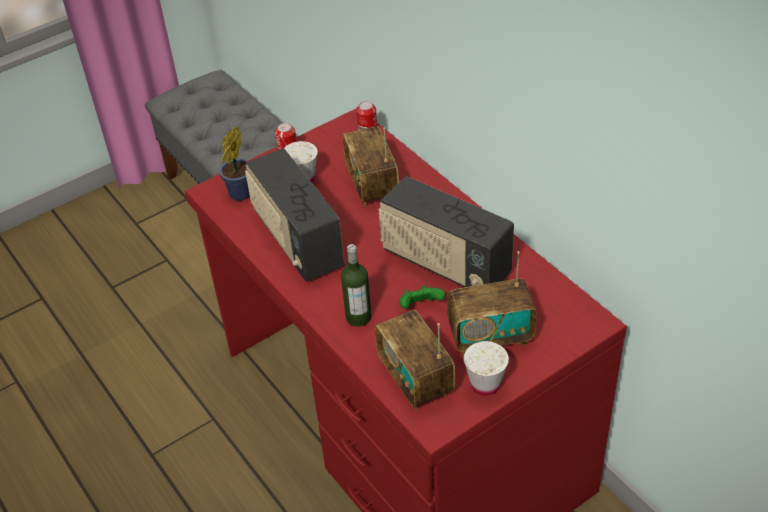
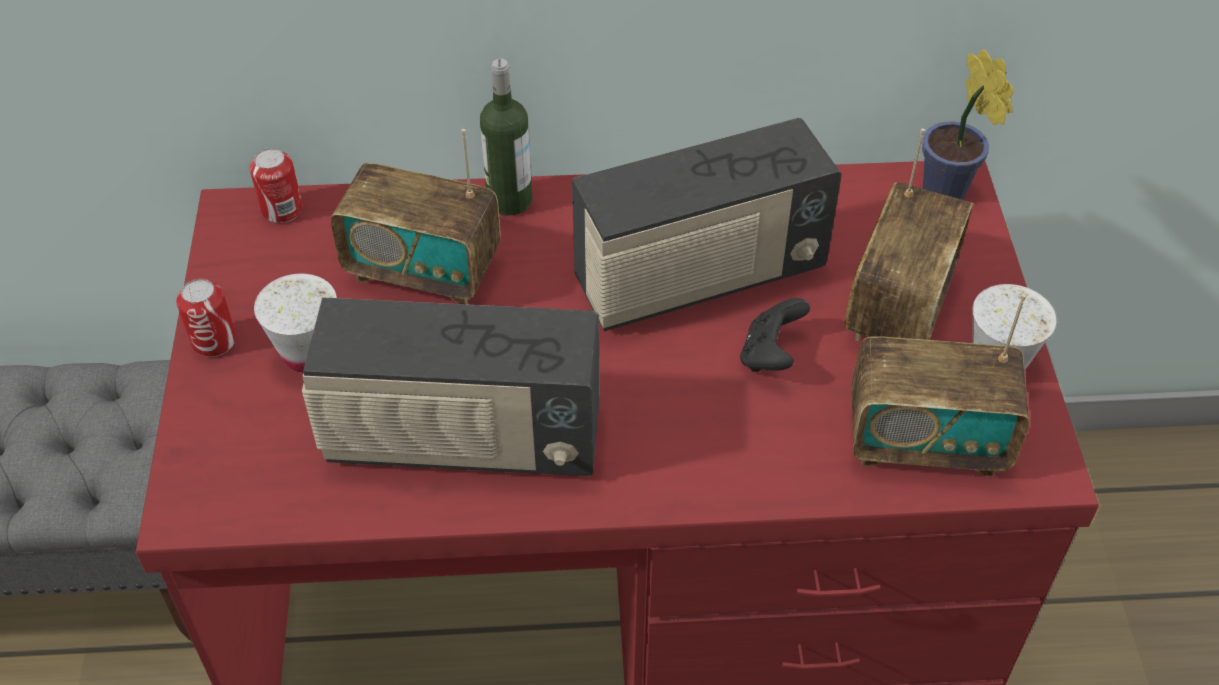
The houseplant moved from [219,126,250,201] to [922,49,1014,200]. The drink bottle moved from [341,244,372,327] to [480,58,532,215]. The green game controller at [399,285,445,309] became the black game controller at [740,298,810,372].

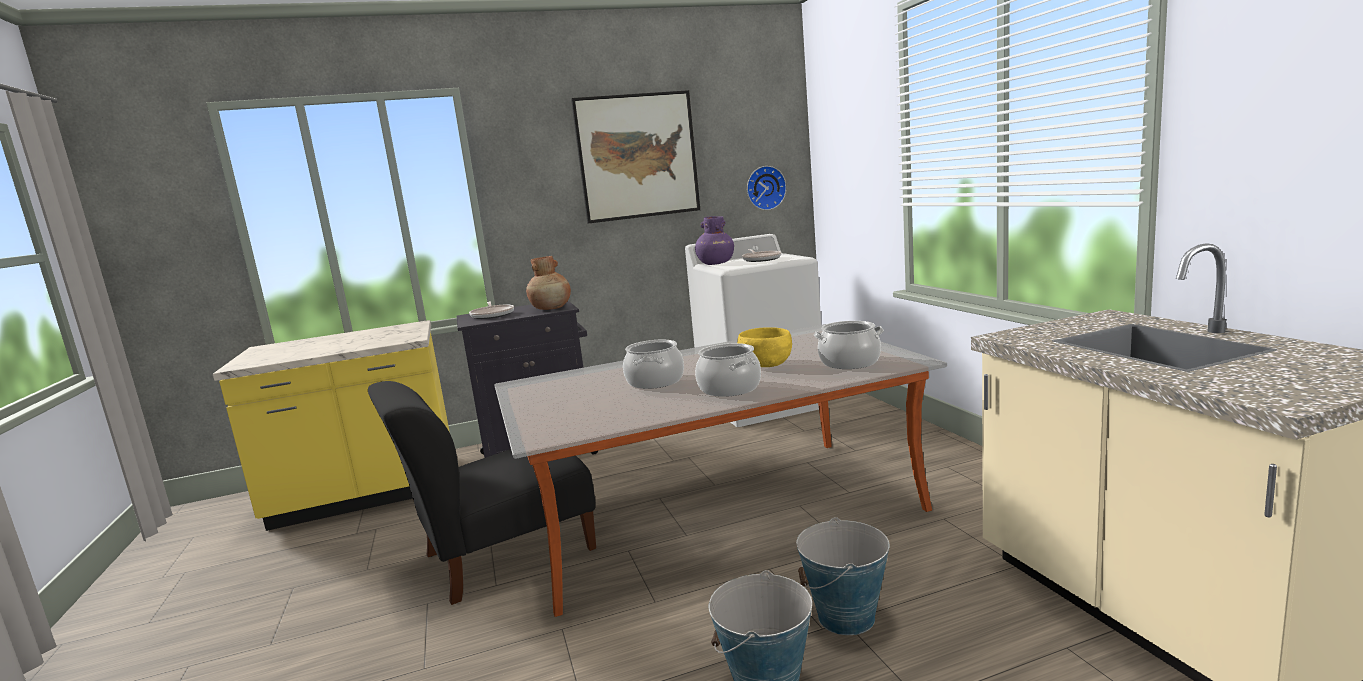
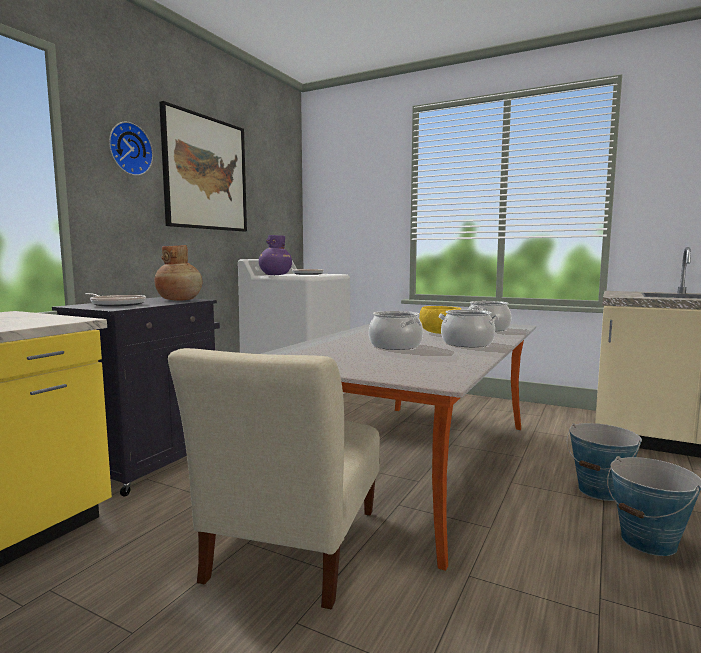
The hanging clock moved from [747,166,787,210] to [109,122,153,176]. The black chair at [368,381,596,605] became the sand-coloured chair at [168,348,380,609].

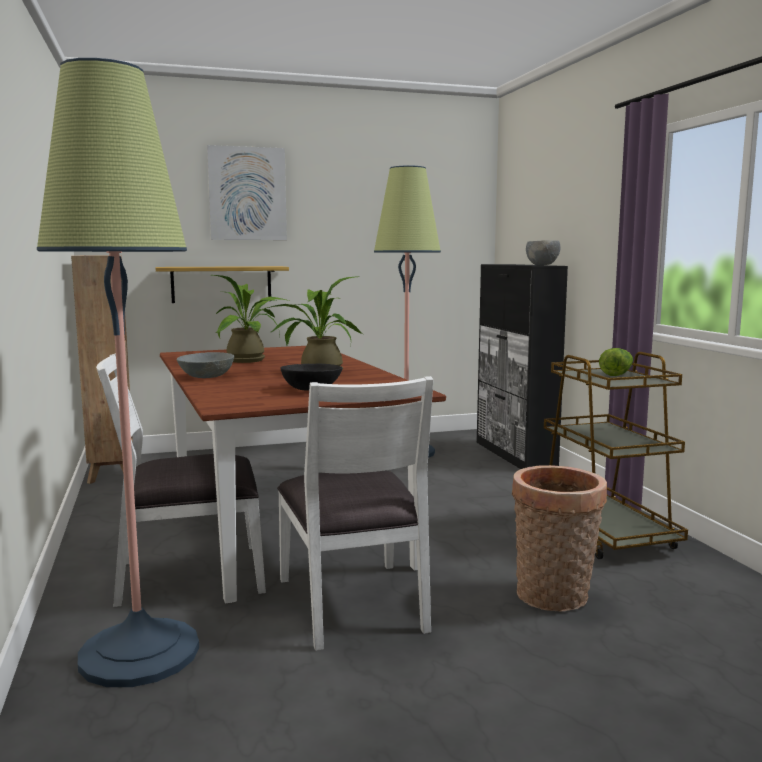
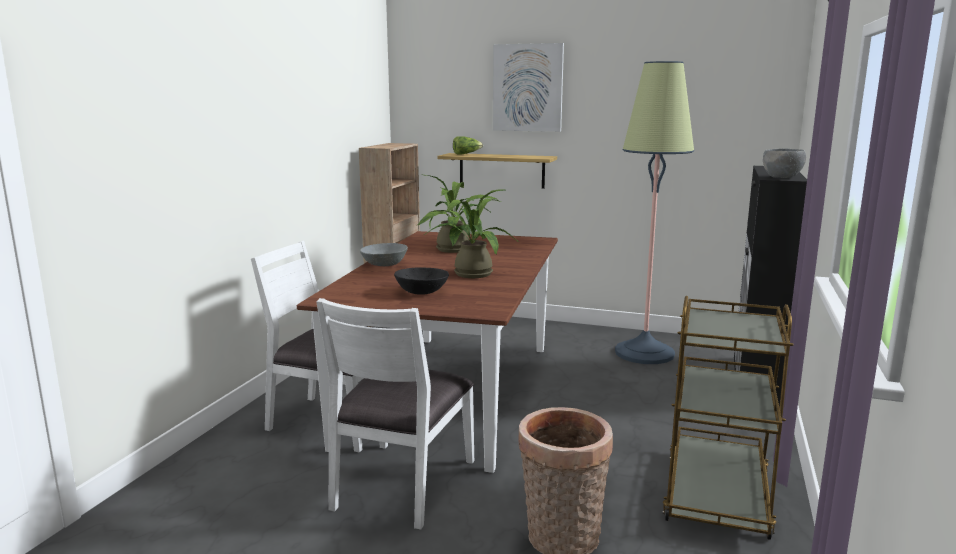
The standing lamp at [37,58,199,687] disappeared. The lettuce moved from [599,348,633,376] to [453,137,483,154].

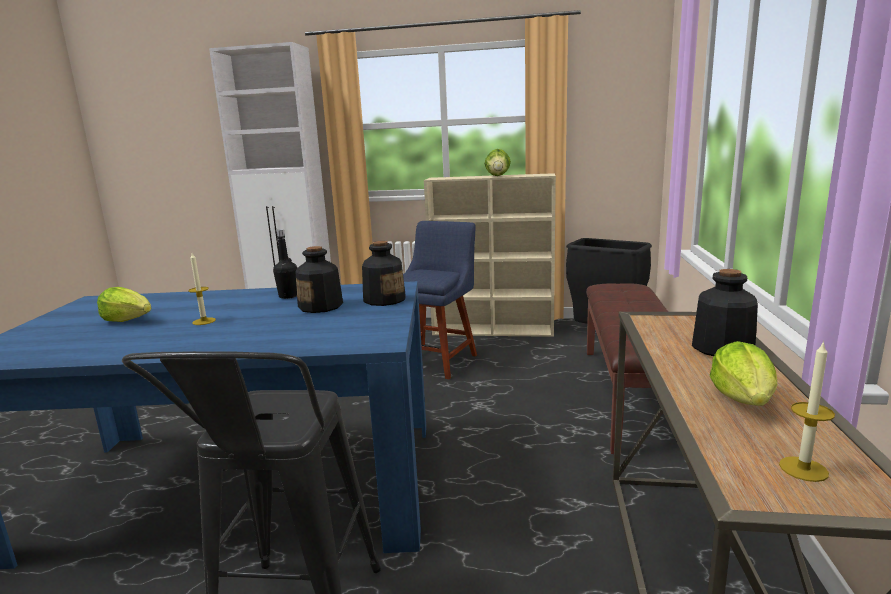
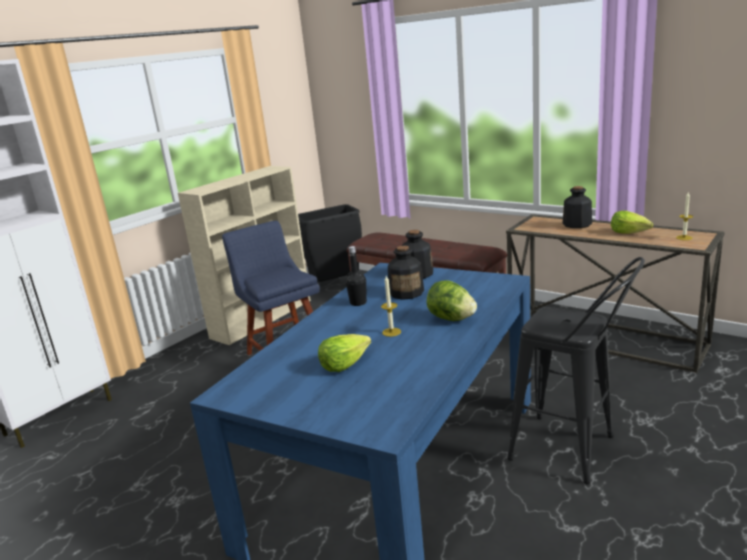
The lettuce moved from [485,149,511,176] to [427,280,477,321].

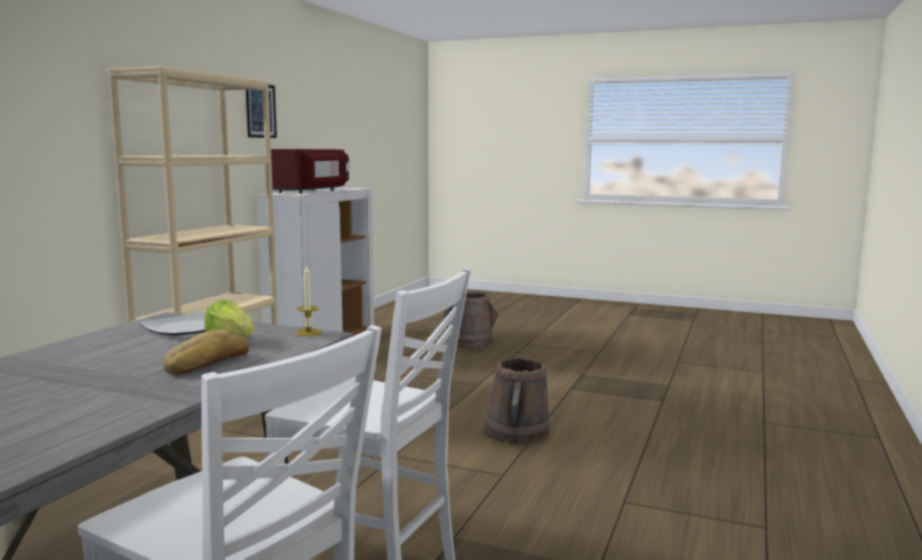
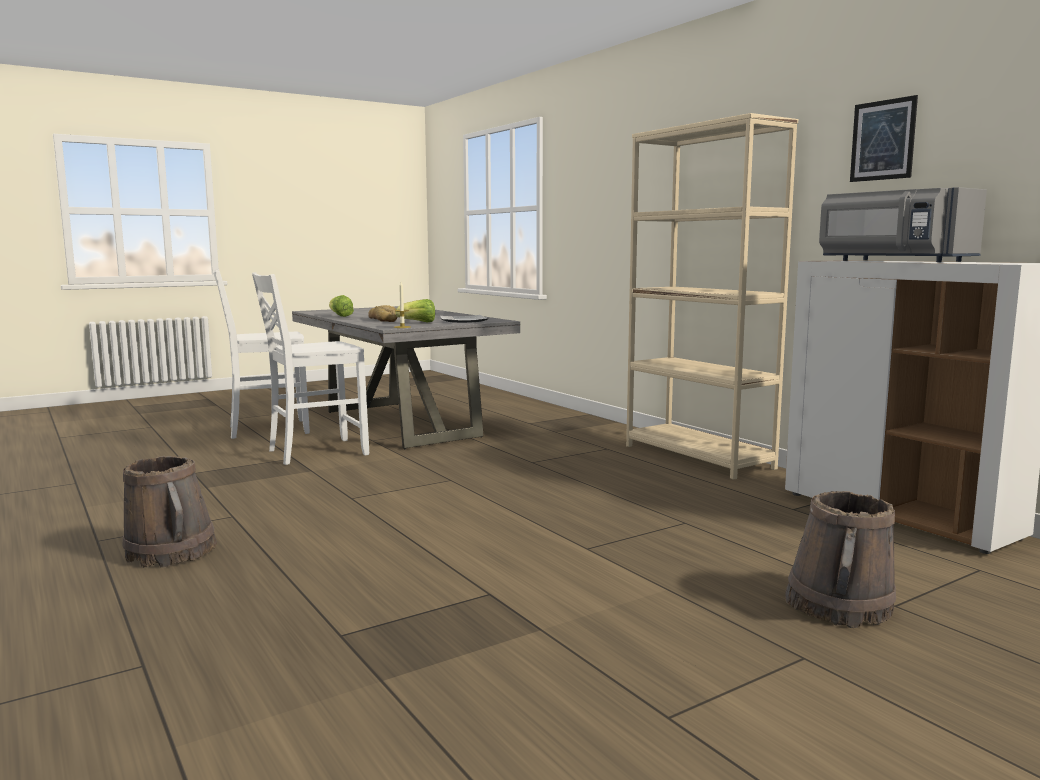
The lettuce at [329,295,354,317] appeared. The brownish water bucket moved from [482,358,550,446] to [123,456,217,568]. The red-coloured microwave oven at [271,149,349,194] became the grey microwave oven at [819,187,987,262].

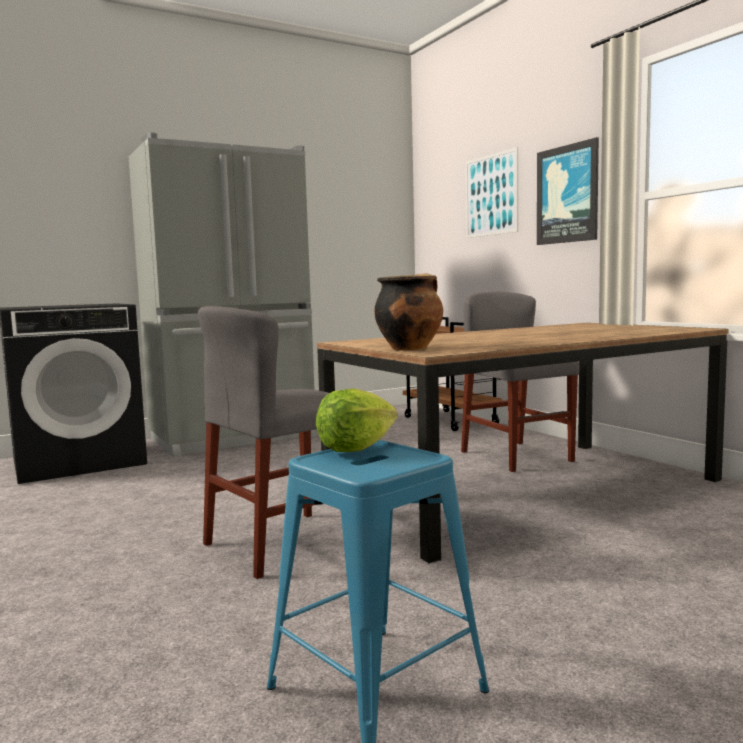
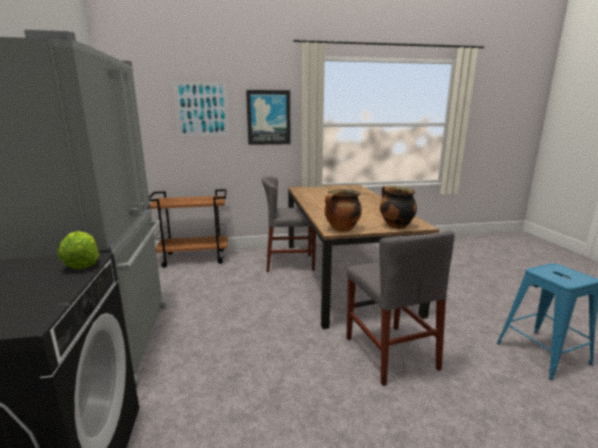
The saucepot at [324,189,362,232] appeared. The lettuce moved from [316,388,397,452] to [58,231,99,269].

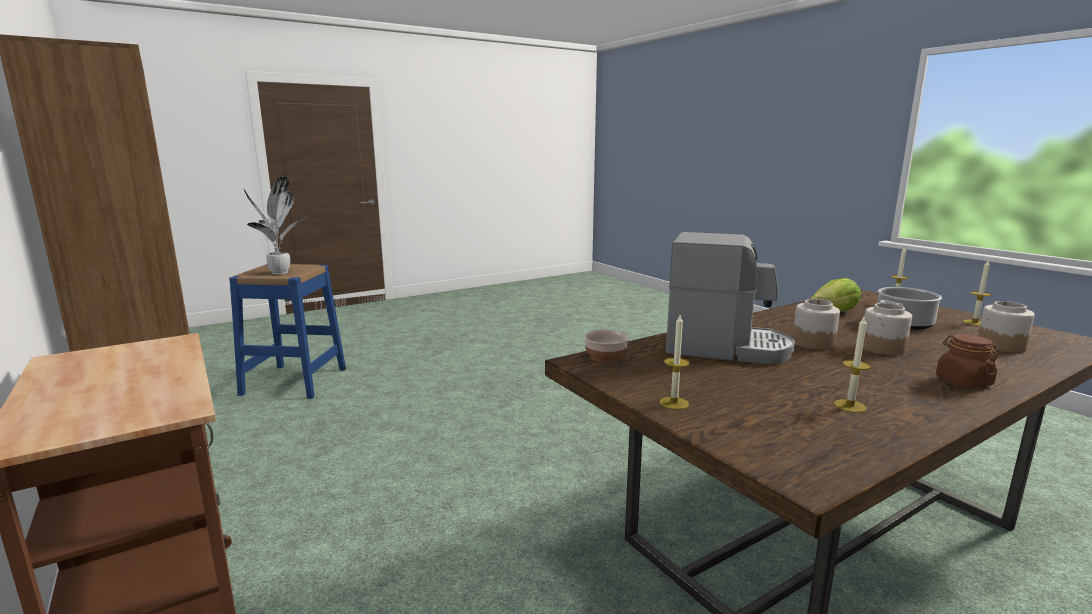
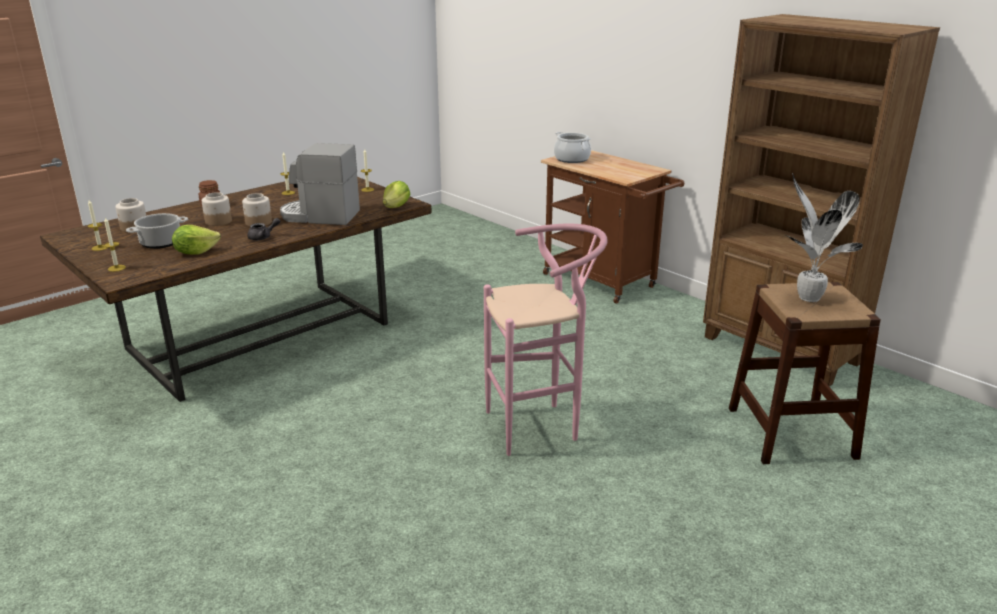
The grey teapot at [247,218,280,240] appeared. The pinkish stool at [484,224,608,456] appeared. The saucepot at [554,132,591,163] appeared. The serving bowl at [584,330,629,362] was replaced by the lettuce at [383,181,411,208]. The blue stool at [229,264,346,399] became the brownish stool at [729,282,881,464].

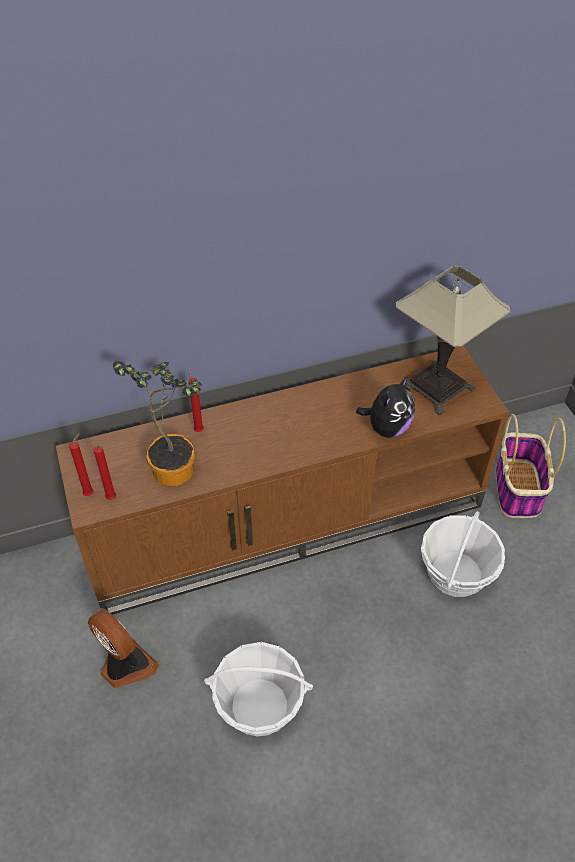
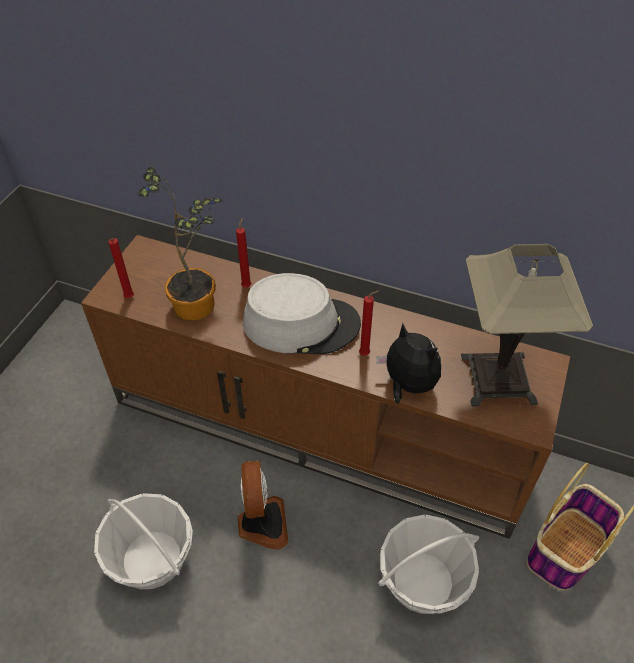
The grey clothing hat at [243,273,361,354] appeared. The red-coloured wax candle moved from [69,433,94,496] to [359,290,380,356]. The cooling fan moved from [88,608,159,688] to [238,461,288,550]. The plush toy at [356,376,415,438] turned 120 degrees counterclockwise.

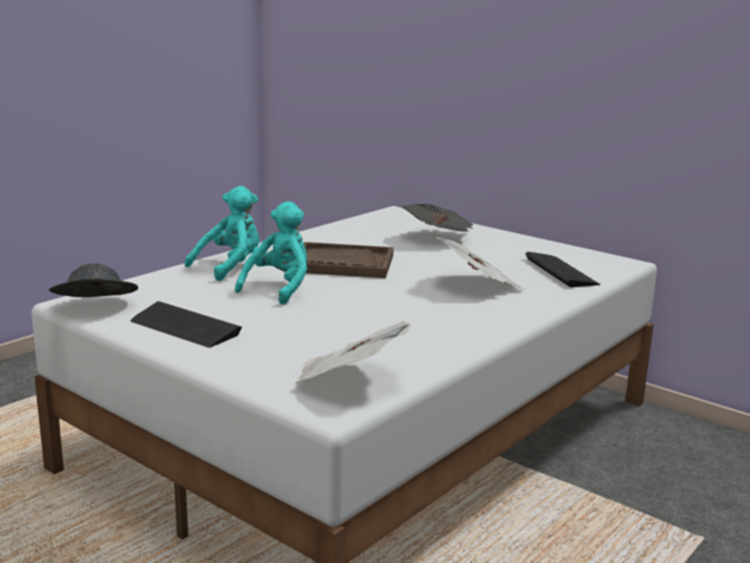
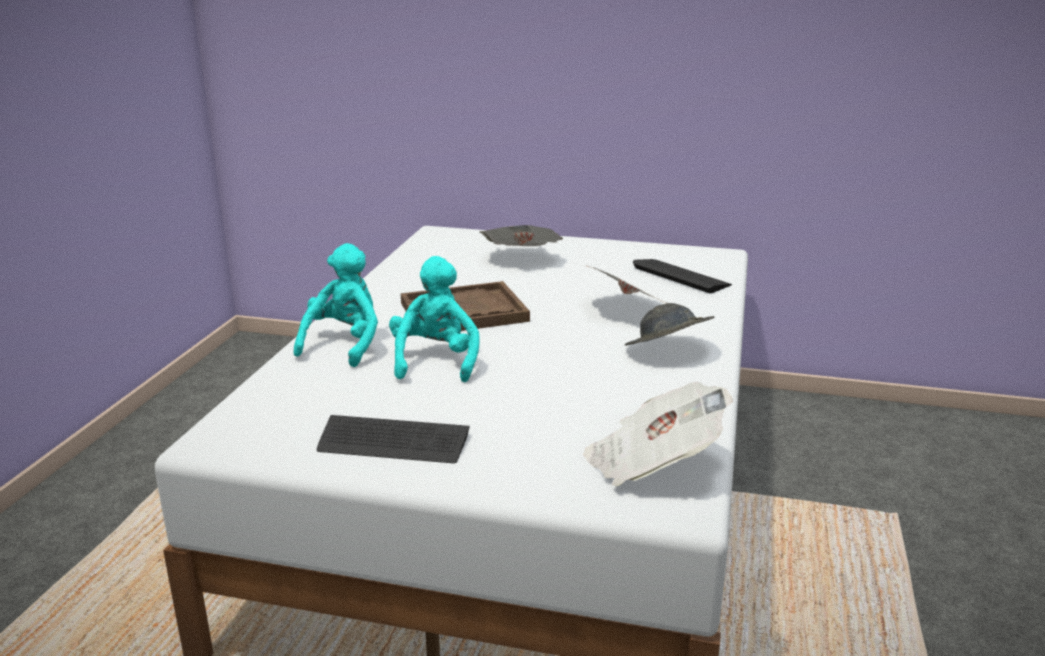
The grey clothing hat moved from [49,263,138,297] to [625,303,715,345].

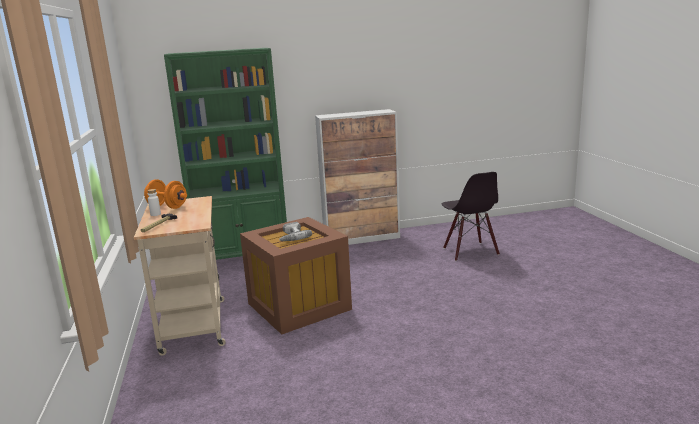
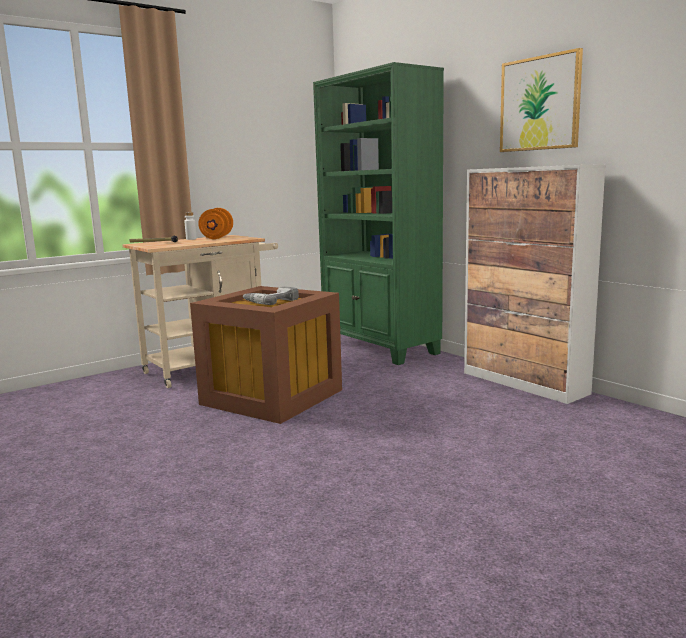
The black chair at [442,172,500,261] disappeared. The picture at [500,48,583,152] appeared.

